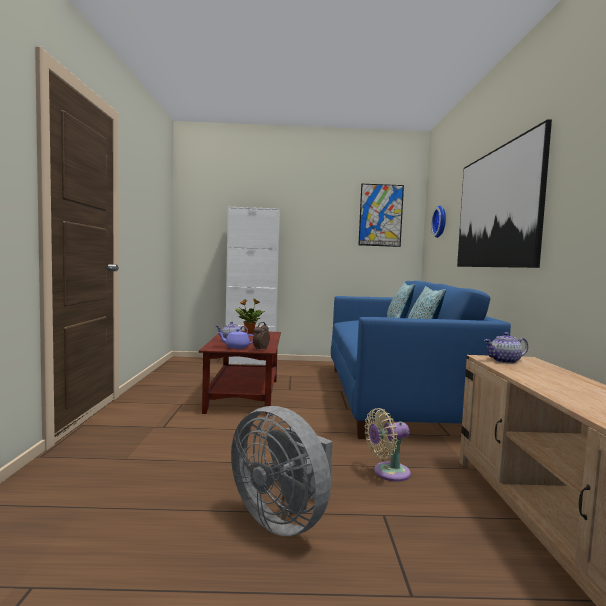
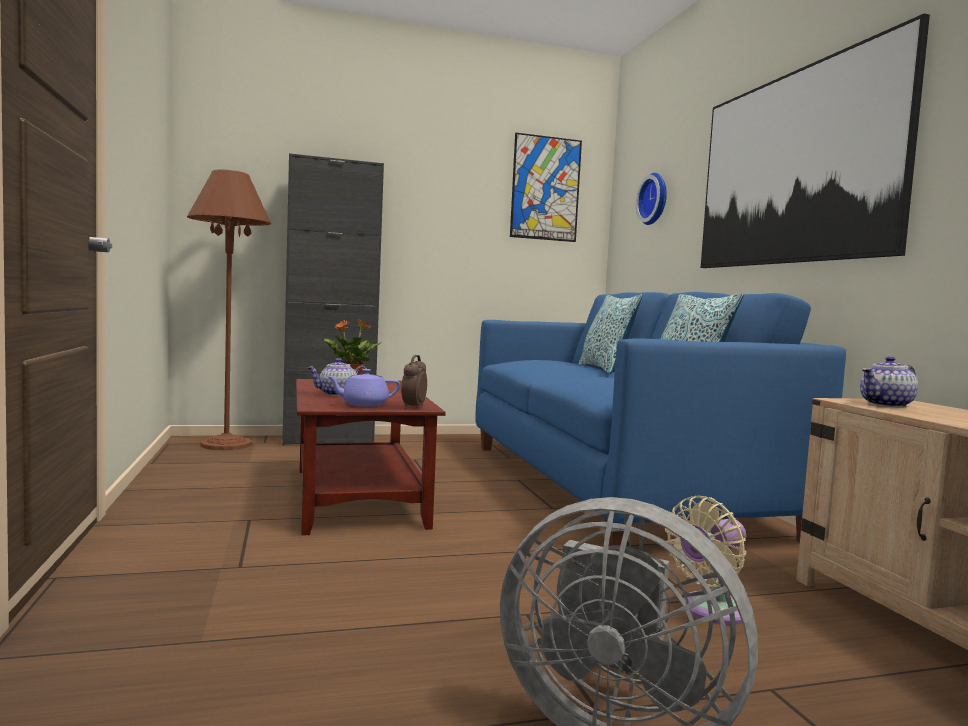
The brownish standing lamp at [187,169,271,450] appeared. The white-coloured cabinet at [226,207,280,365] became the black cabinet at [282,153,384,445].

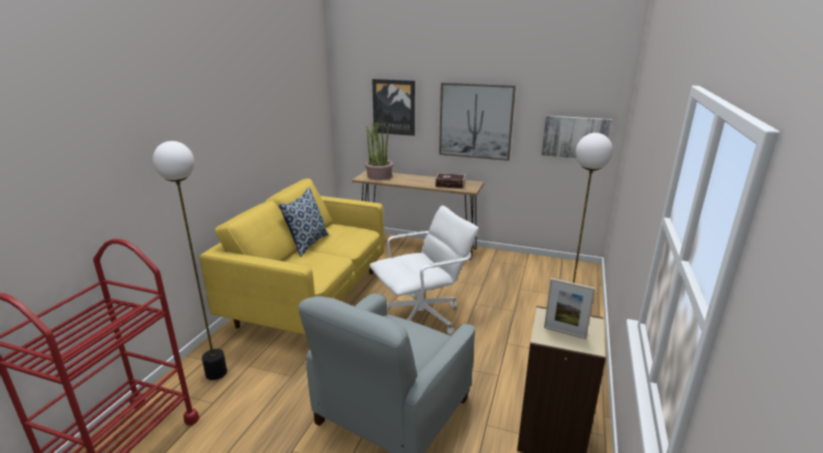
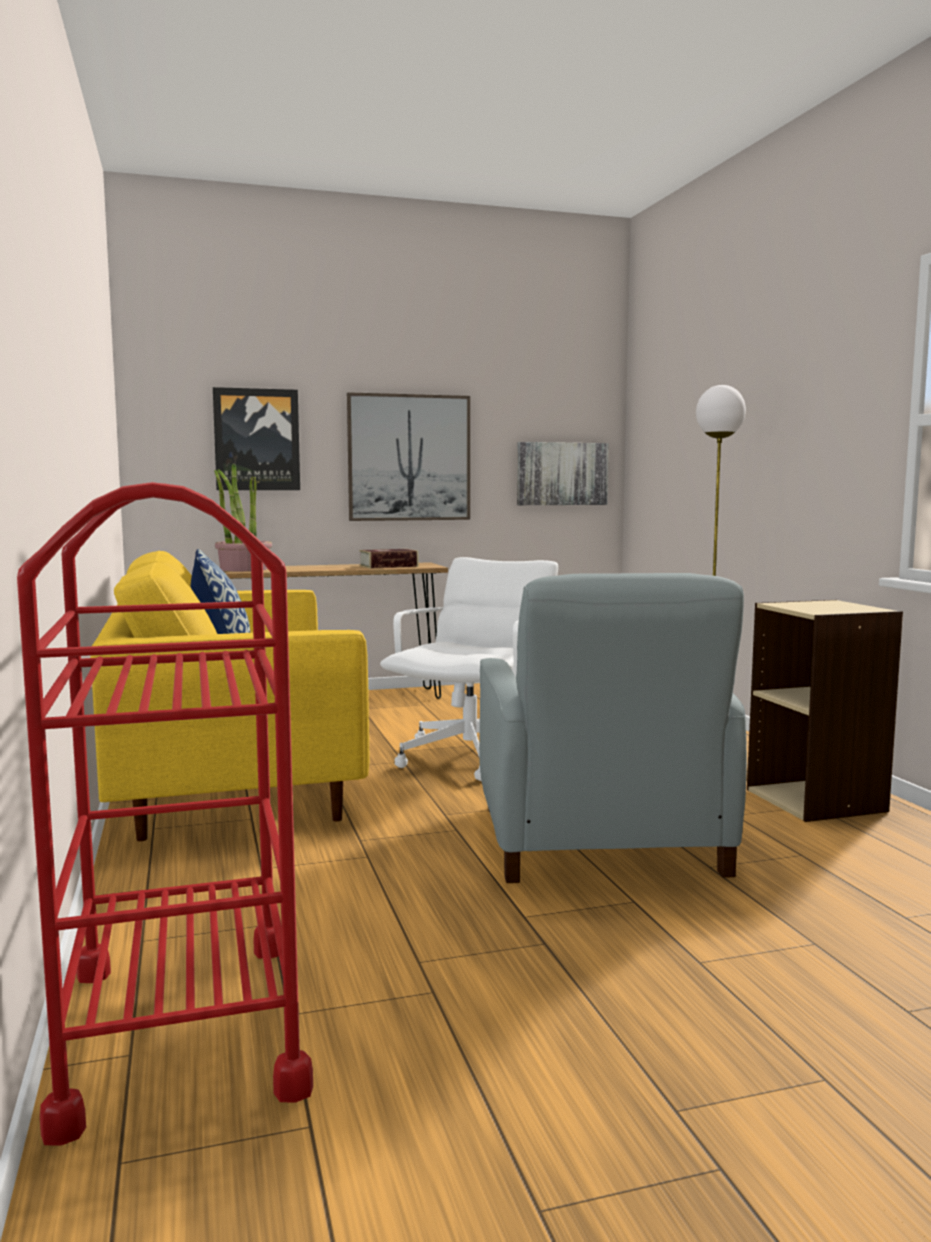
The standing lamp at [153,141,227,380] disappeared. The photo frame at [544,278,595,339] disappeared.

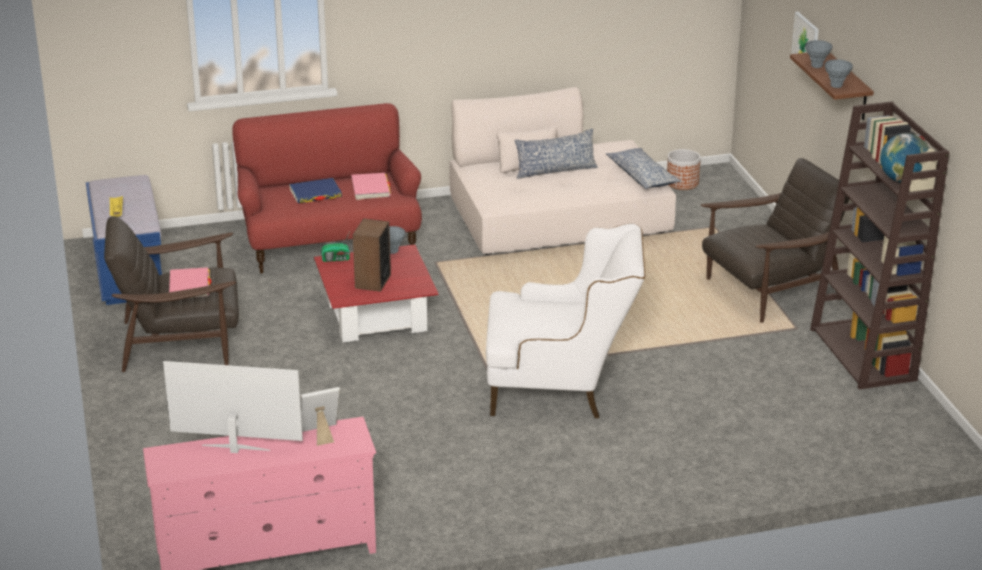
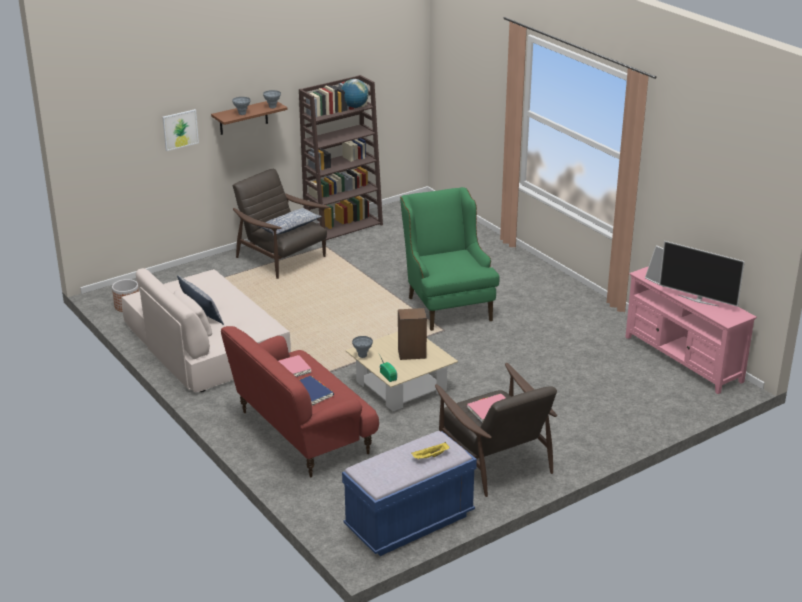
The cushion moved from [606,148,681,189] to [258,208,322,236]. The red-coloured low table at [314,244,439,343] became the sand-coloured low table at [345,332,458,411]. The white-coloured easy chair at [486,223,645,418] became the green easy chair at [400,187,500,331]. The television at [163,361,303,453] turned 45 degrees counterclockwise.

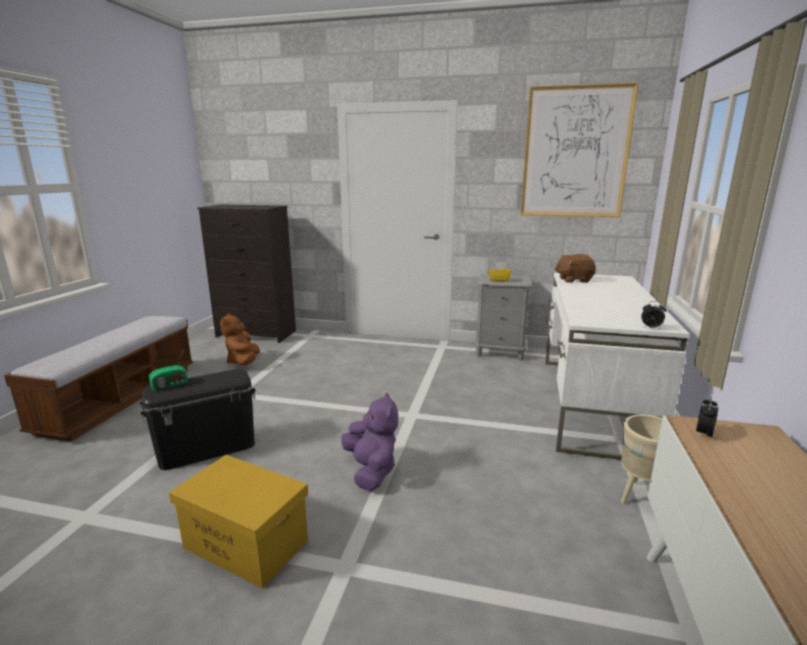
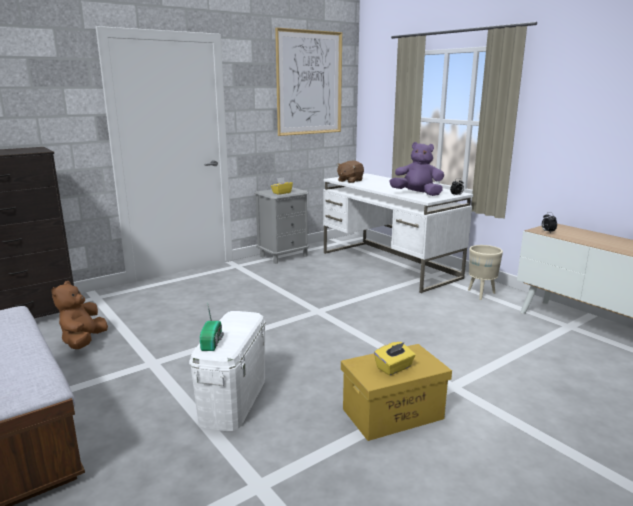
The yellowish tissue holder at [374,342,416,375] appeared. The purplish plush toy moved from [341,392,398,491] to [389,142,444,196]. The black storage box at [140,369,255,470] became the white-coloured storage box at [189,311,266,431]. The brownish plush toy at [220,313,260,365] turned 60 degrees clockwise.

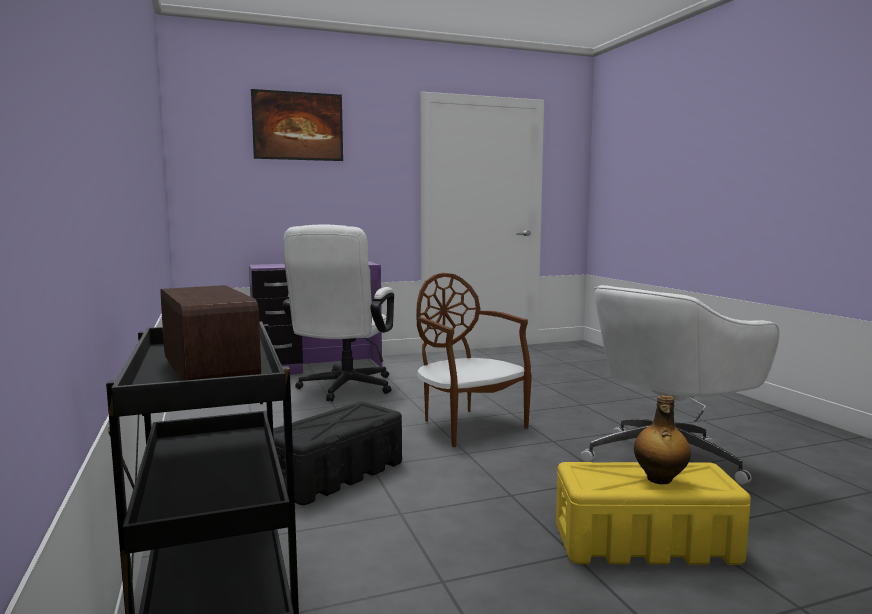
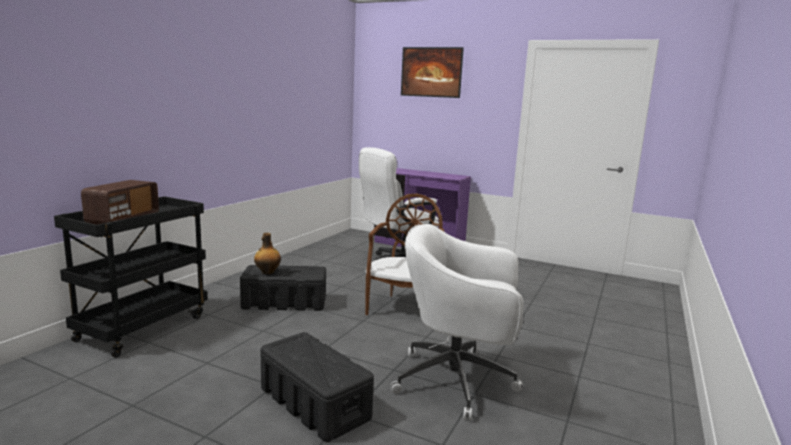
The drink bottle moved from [634,396,691,485] to [254,233,281,274]. The yellowish storage box at [556,462,751,565] became the black storage box at [261,332,374,442].

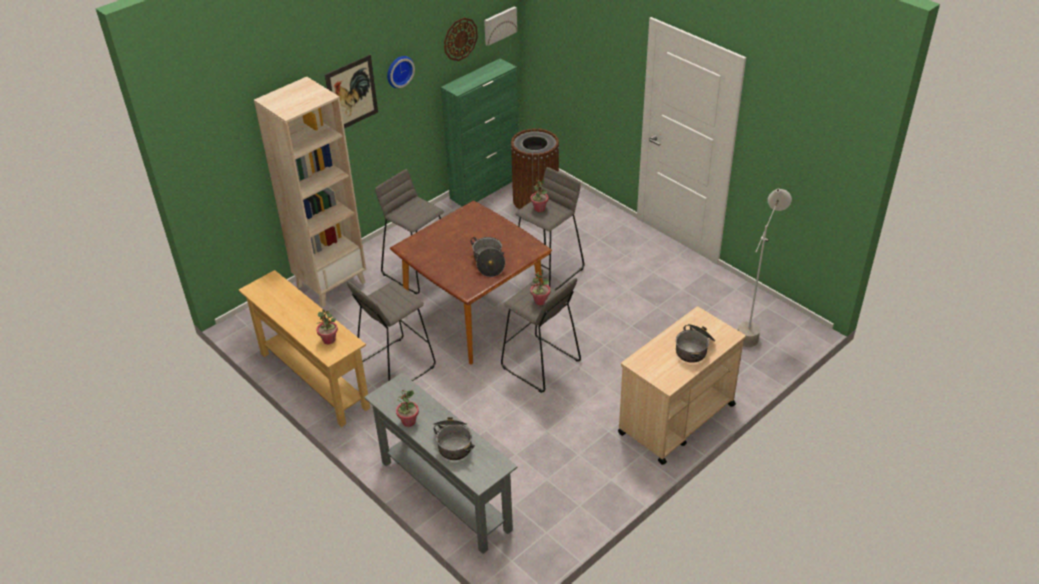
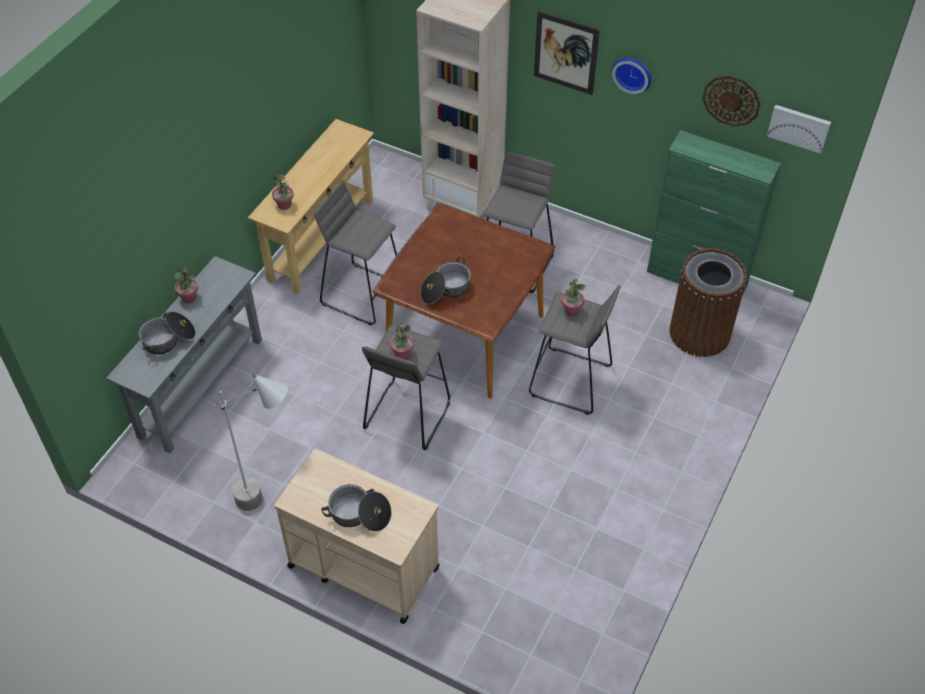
The grey standing lamp moved from [738,188,792,347] to [214,374,288,511].

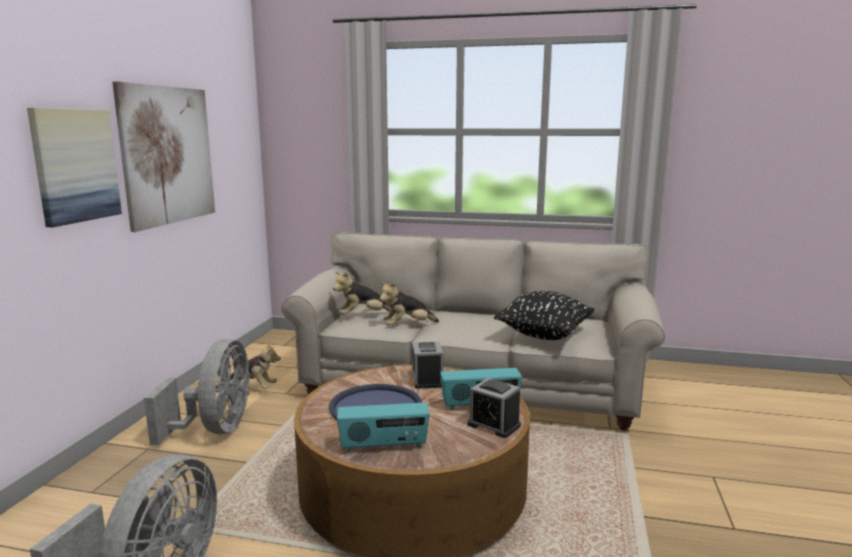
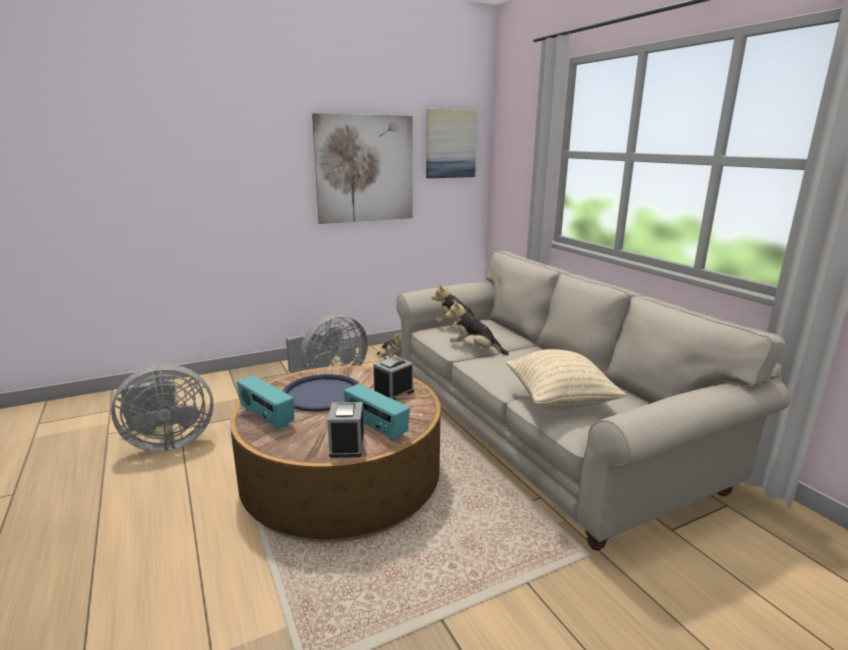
The picture moved from [27,108,122,227] to [426,109,478,178]. The black cushion at [494,291,595,340] became the sand-coloured cushion at [506,349,626,411].

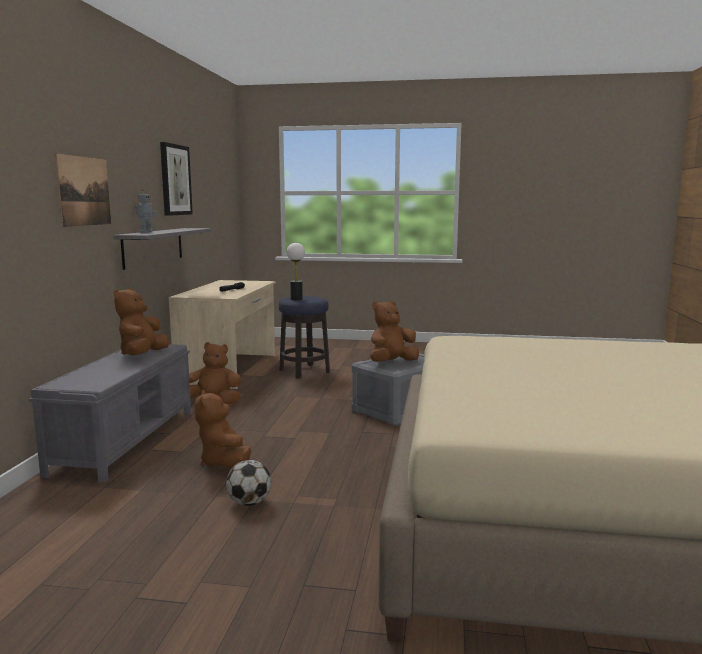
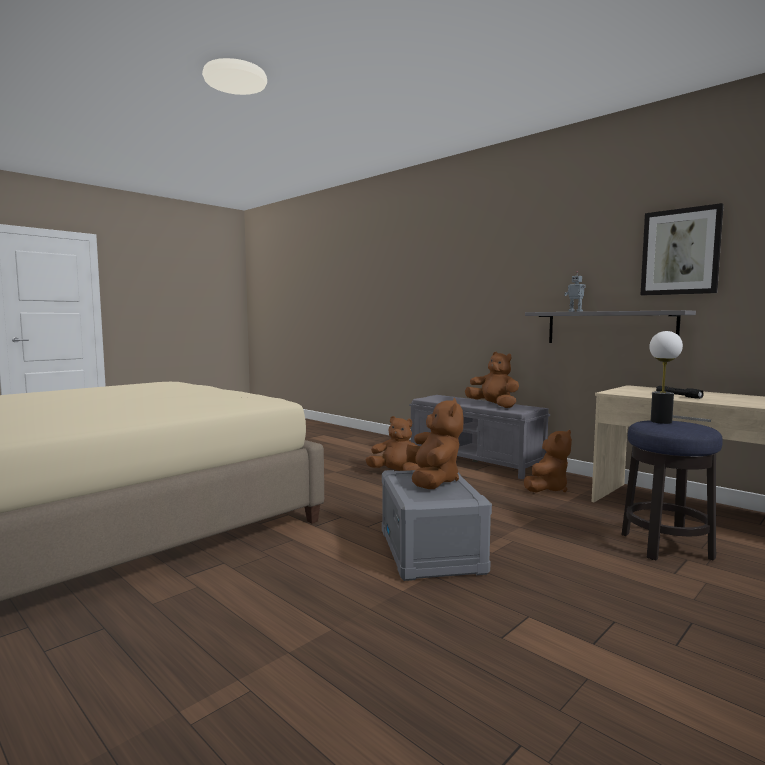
The picture at [55,153,111,227] disappeared. The ball for football at [226,460,271,506] disappeared.

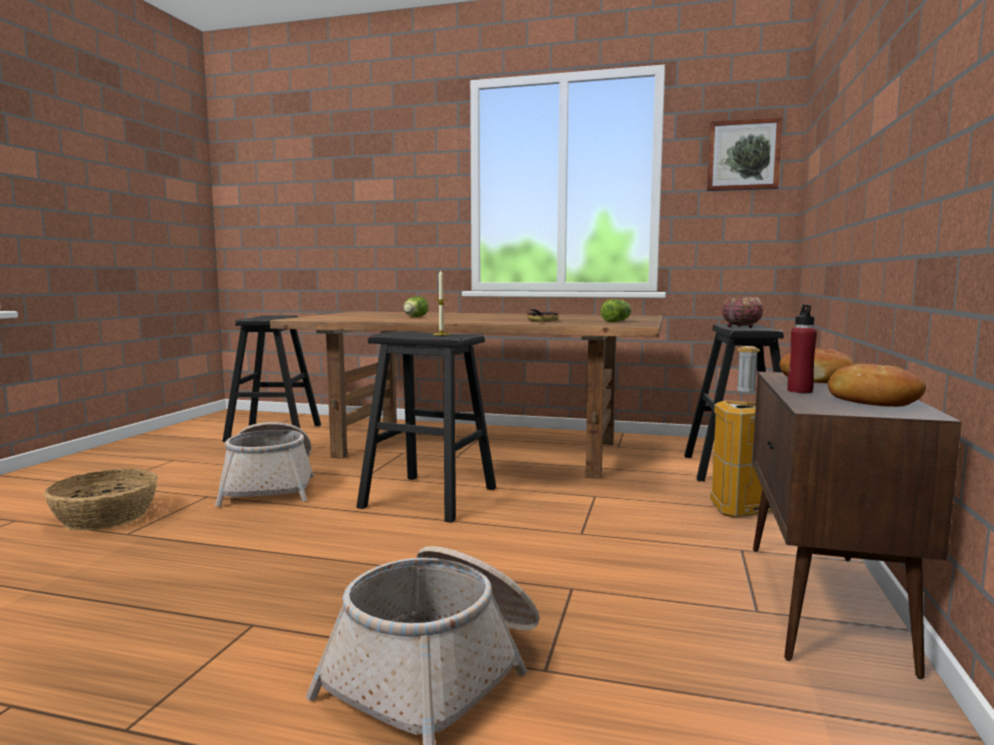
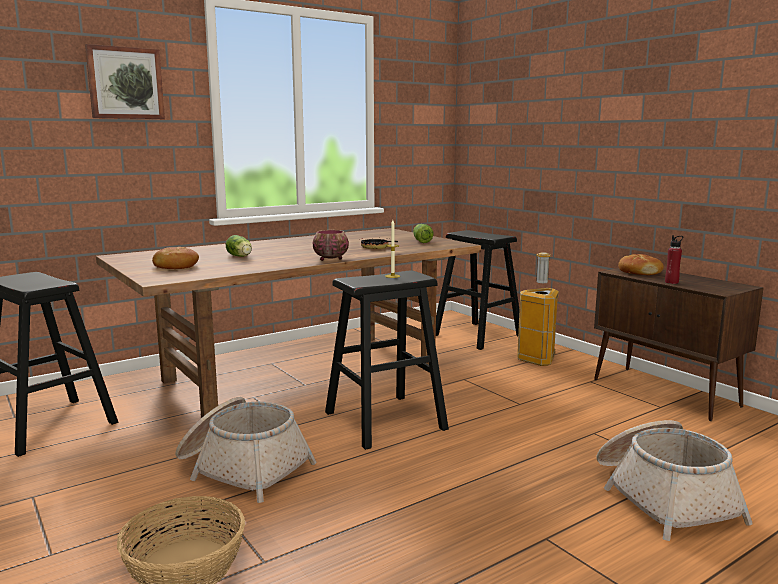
The picture moved from [707,117,783,191] to [85,44,165,119]. The serving bowl moved from [722,297,763,328] to [313,230,349,261]. The bakery bread moved from [828,363,926,407] to [152,247,199,269].

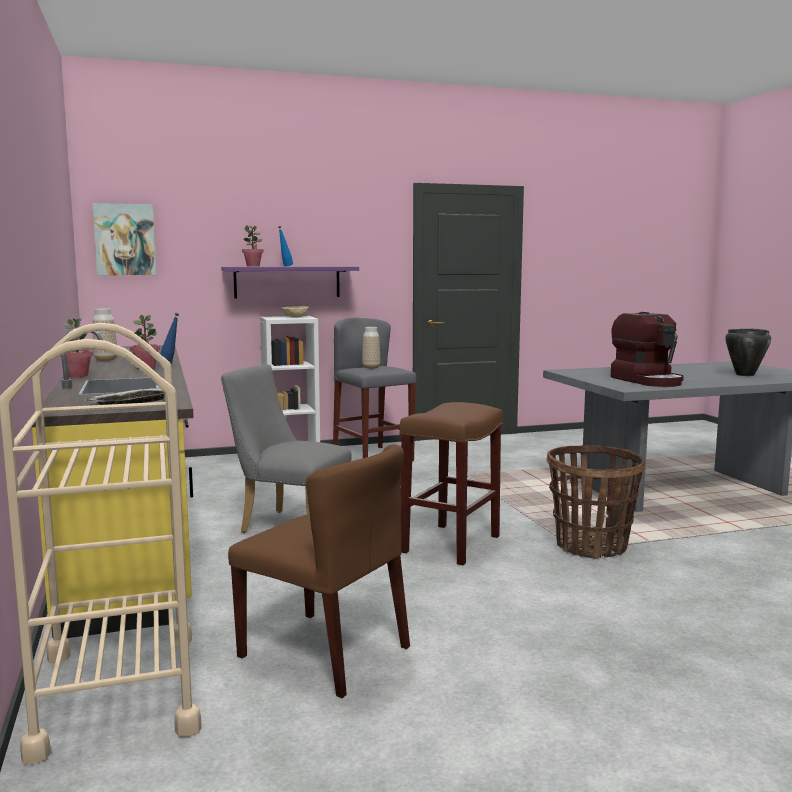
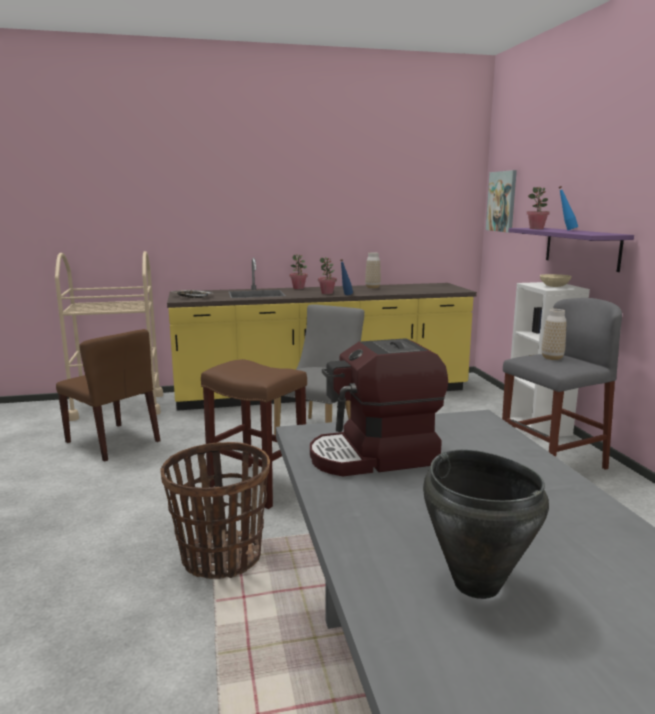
The brownish chair at [228,444,410,698] turned 90 degrees counterclockwise.

